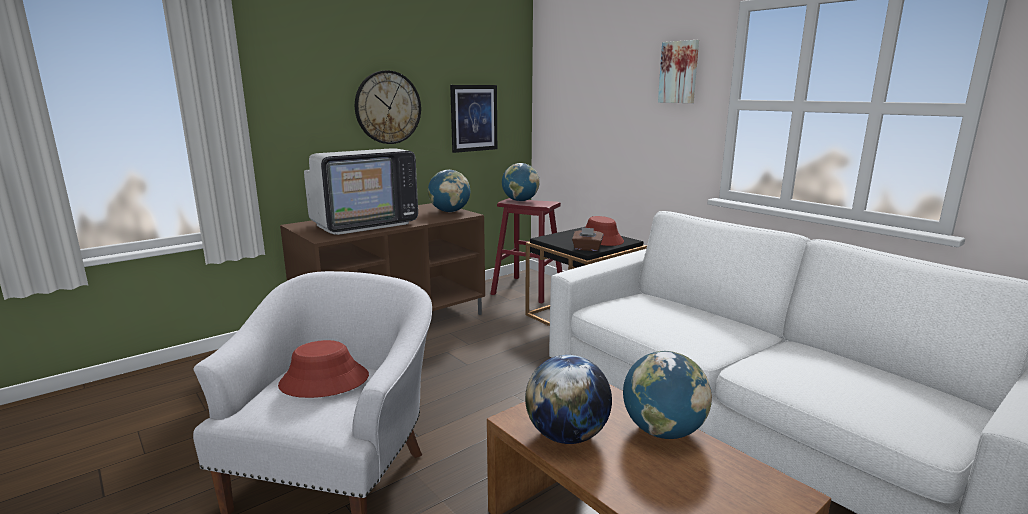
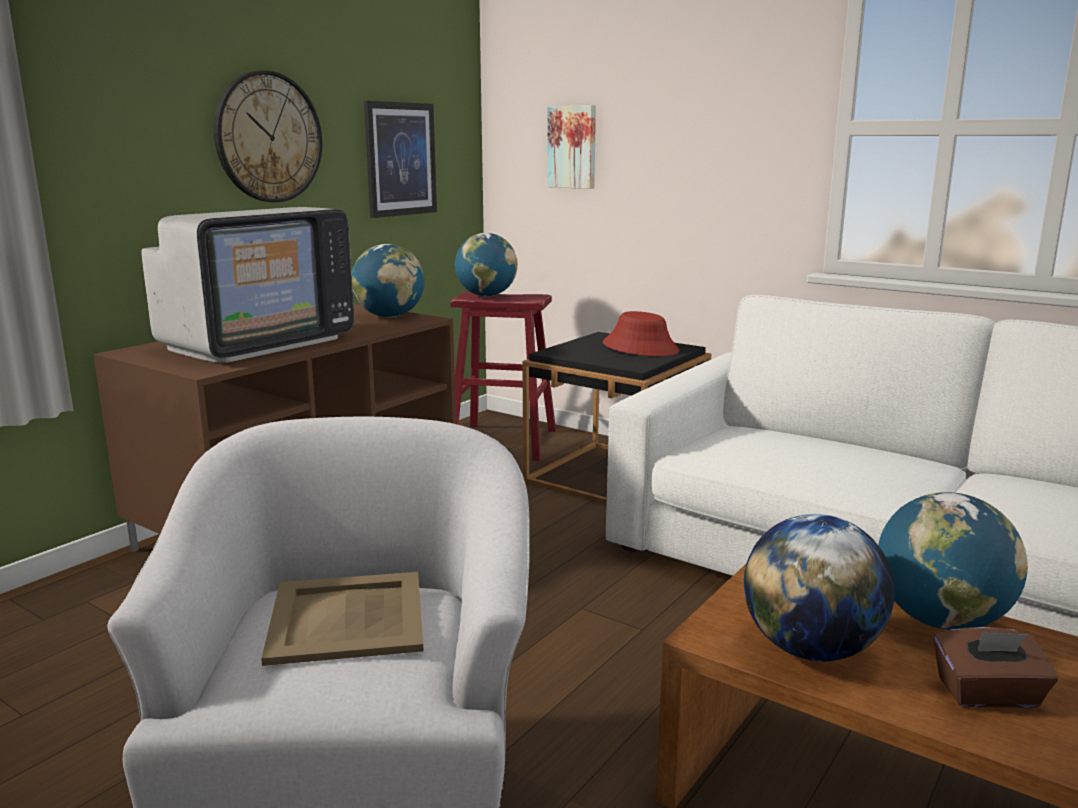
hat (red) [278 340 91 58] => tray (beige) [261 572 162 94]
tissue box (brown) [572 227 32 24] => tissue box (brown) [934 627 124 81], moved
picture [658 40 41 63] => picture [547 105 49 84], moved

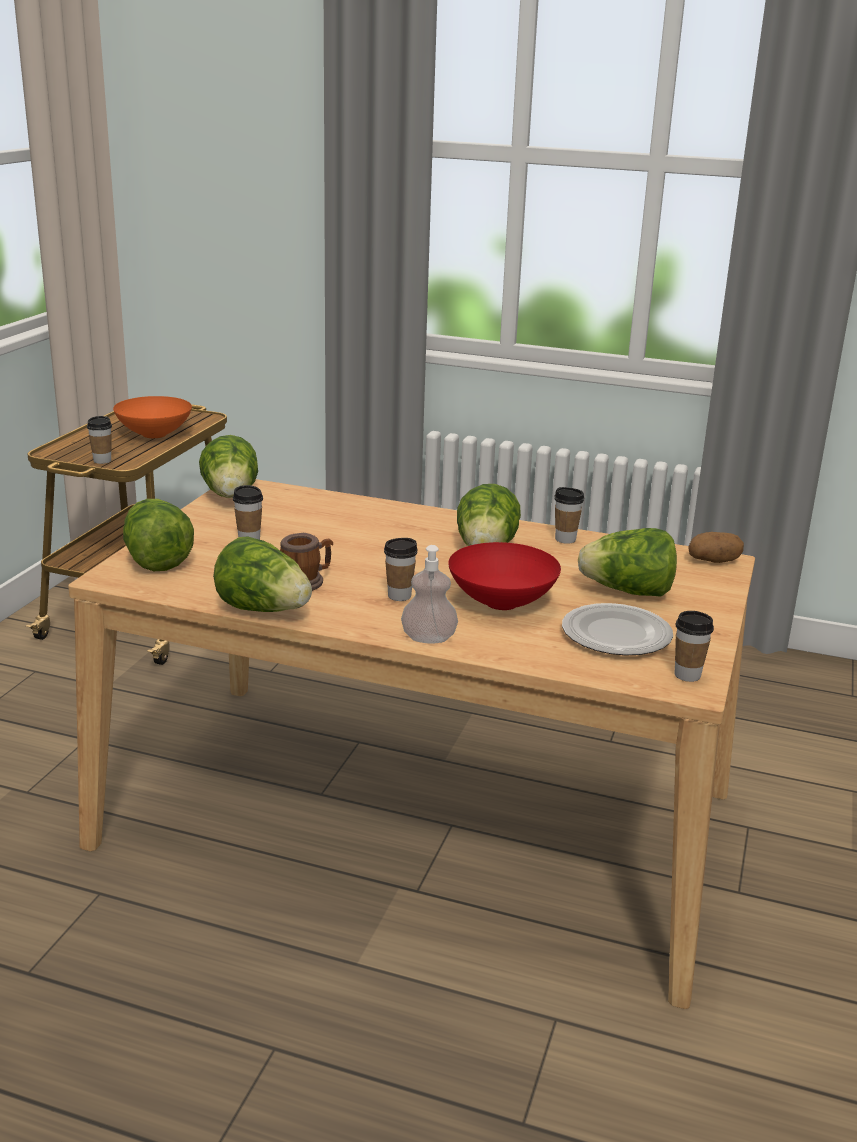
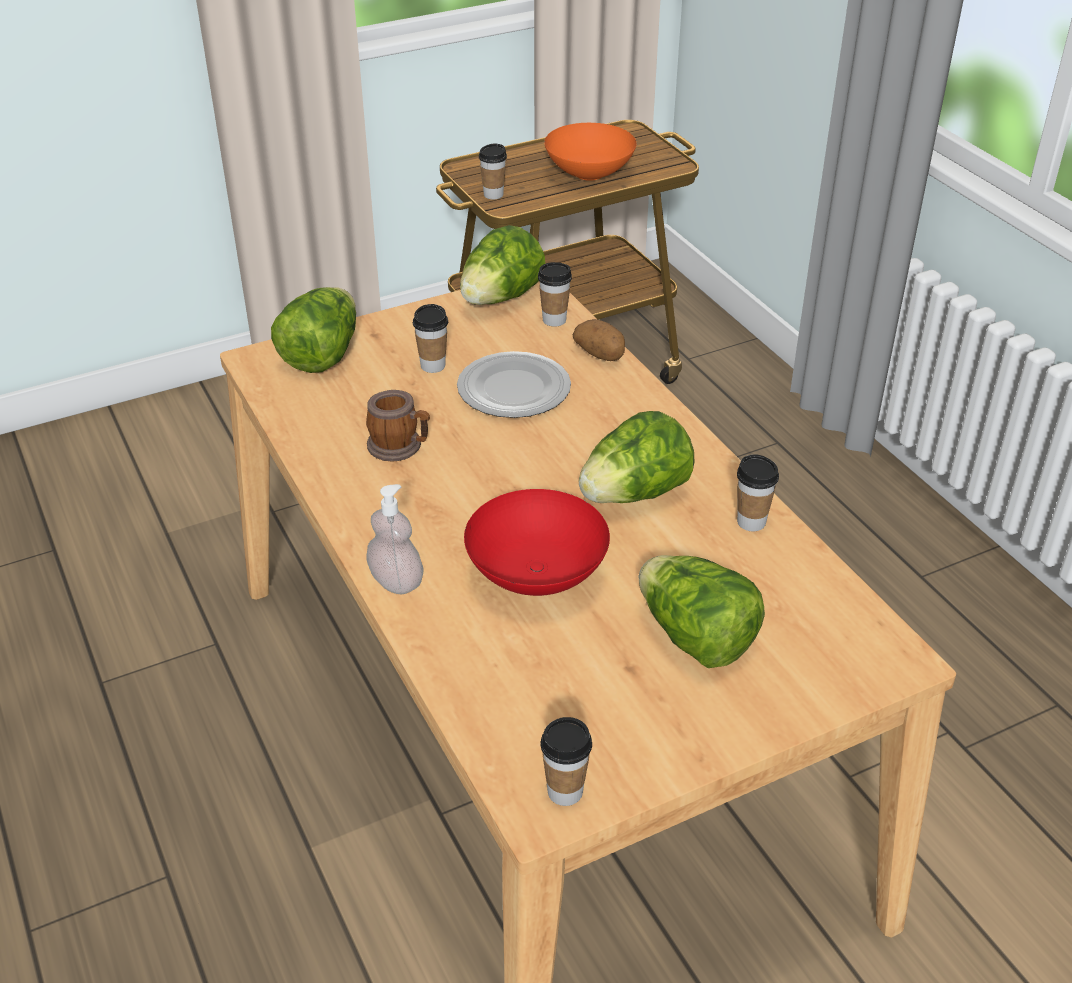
lettuce [213 536 99 76] => nothing
cup [384 538 34 63] => cup [538 262 34 65], moved
plate [562 603 111 52] => plate [457 351 114 67], moved
potato [689 532 55 31] => potato [573 319 52 42], moved

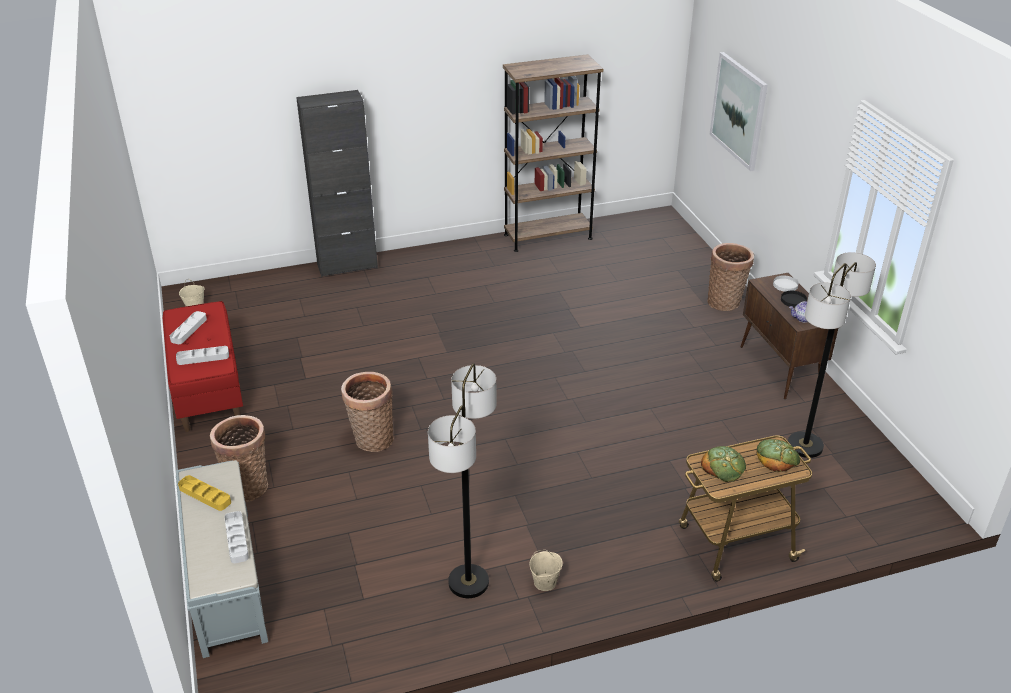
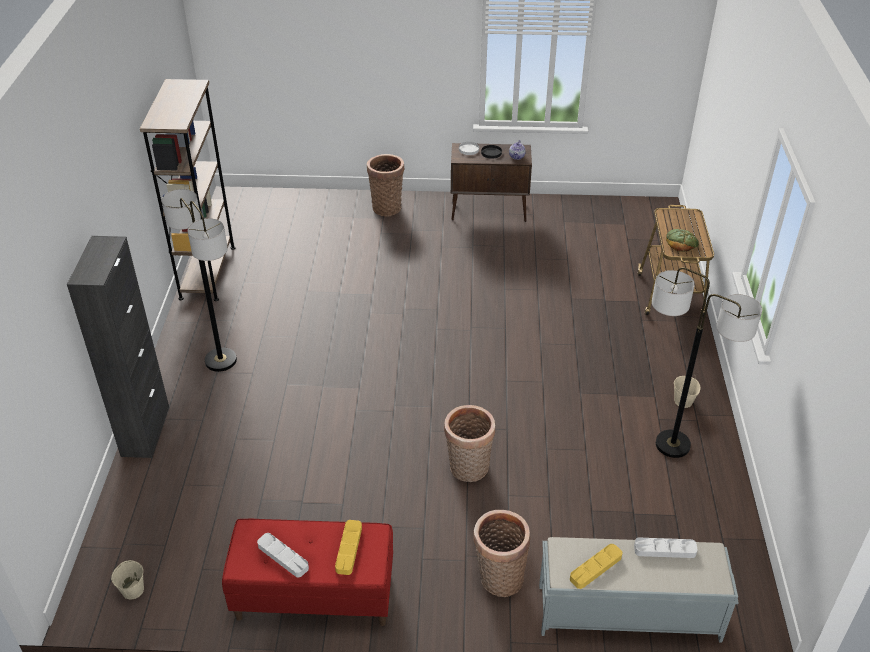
tray (grey) [176 346 53 19] => tray (yellow) [335 520 27 55]
picture [709 52 59 119] => nothing
bread [757 439 43 33] => nothing
floor lamp [788 252 88 206] => floor lamp [162 189 75 183], moved

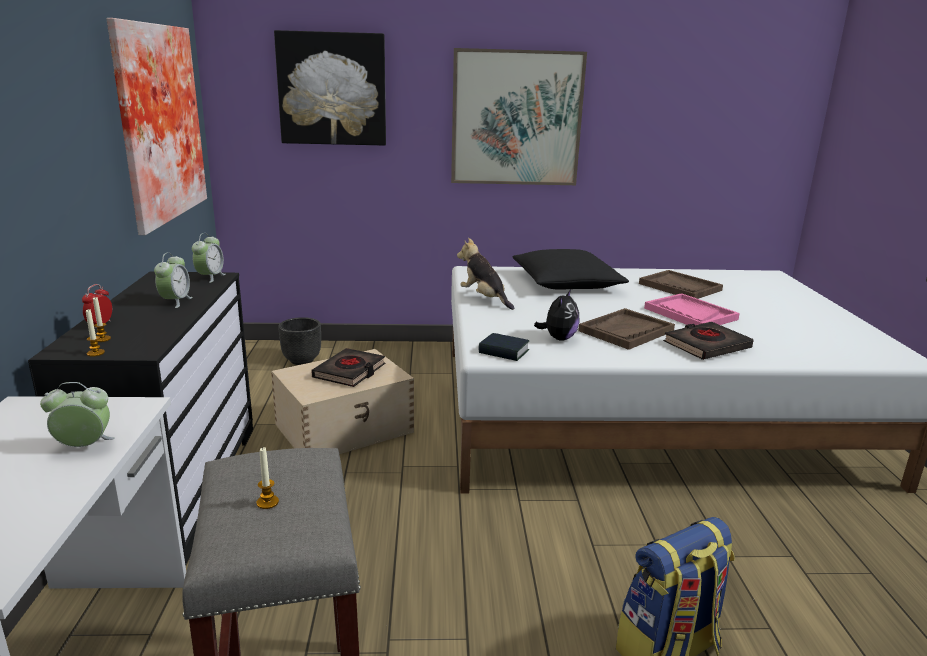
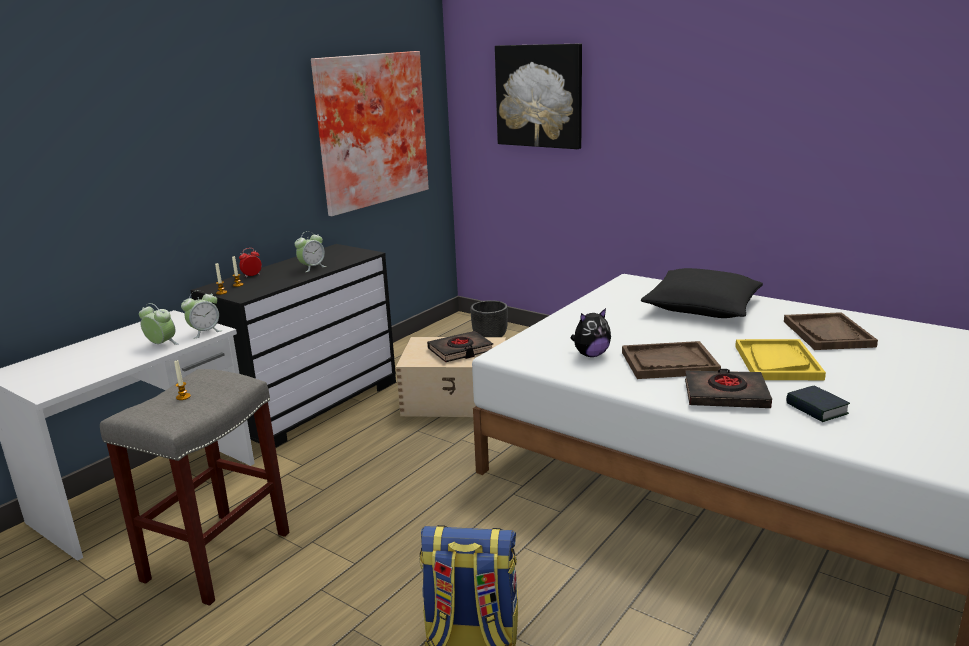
alarm clock [192 233 34 50] => alarm clock [181 290 42 49], moved
picture [451 48 136 137] => nothing
plush toy [457 238 57 72] => nothing
book [479 333 51 28] => book [786 386 64 36], moved
tray (pink) [644 293 96 33] => tray (yellow) [735 339 91 41]

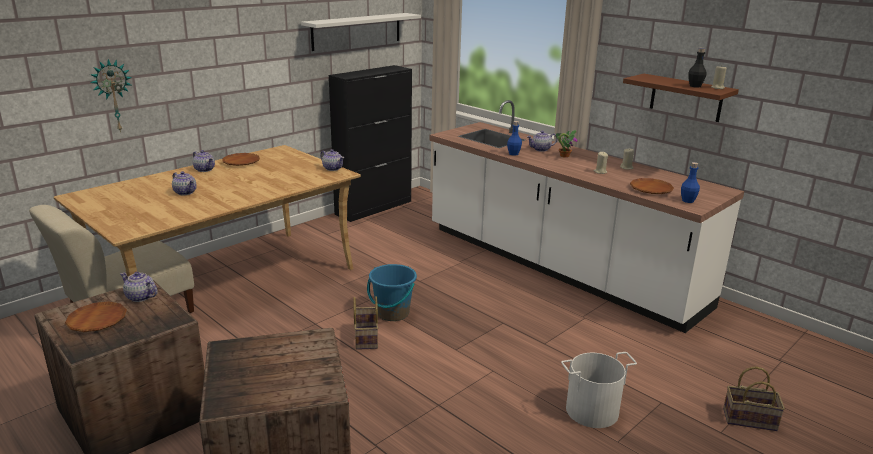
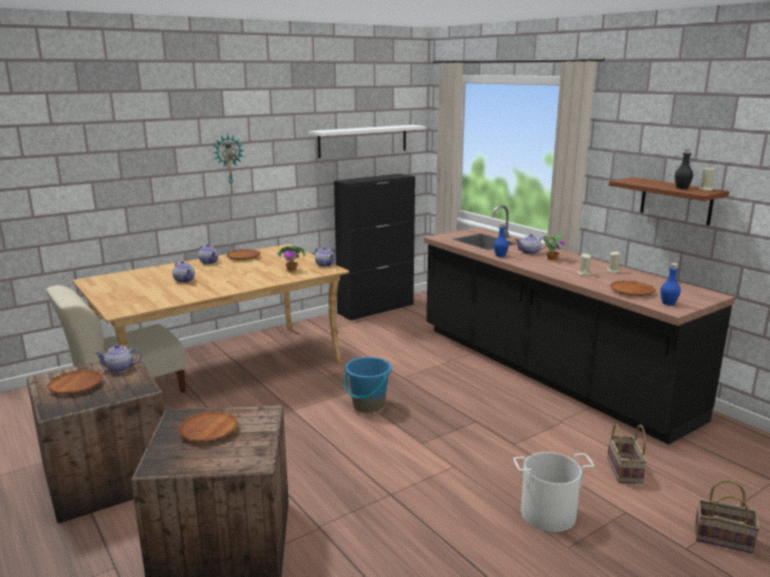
wall clock [90 59 42 74] => wall clock [212 134 32 60], moved
teapot [120 272 37 30] => teapot [94 344 48 28], 45 degrees counterclockwise
basket [353 296 25 54] => basket [607 424 40 60], moved
counter (white) [429 100 315 233] => counter (black) [424 205 311 240]
nothing => plate (brown) [178 411 61 32]
nothing => potted plant [277 246 29 25]

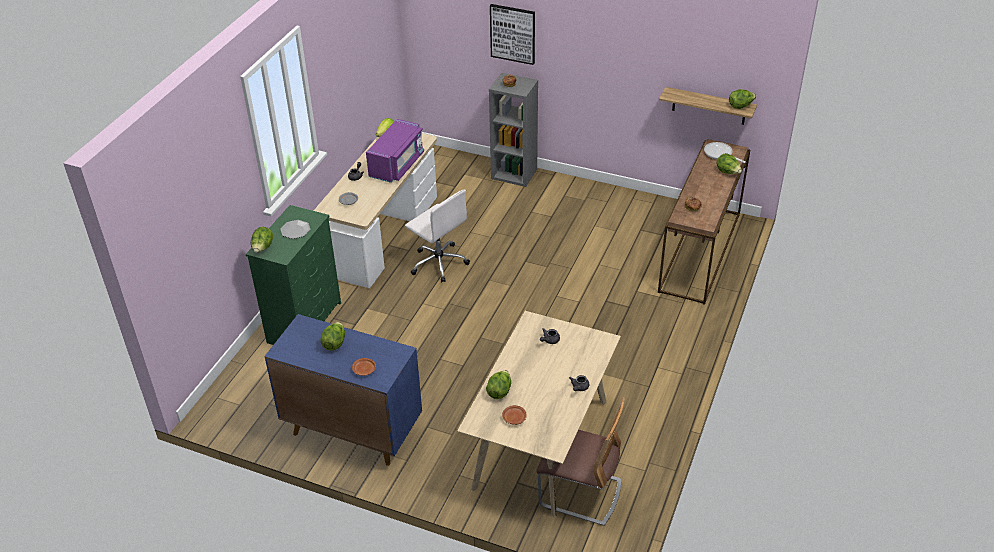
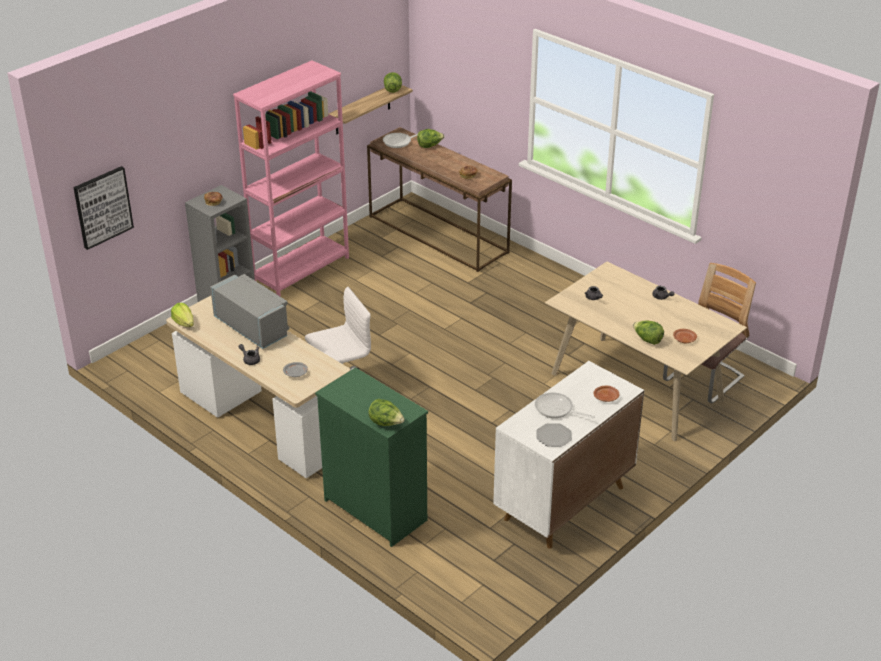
cabinet (blue) [264 314 158 152] => cabinet (white) [493 361 151 188]
plate [280 220 30 19] => plate [536 423 36 24], moved
lettuce [320 322 25 28] => frying pan [535 392 60 27]
microwave (purple) [366 119 58 64] => microwave (grey) [210 274 80 75]
picture [490 4 45 61] => picture [73 166 61 84], moved
nothing => bookcase (pink) [233 60 116 236]

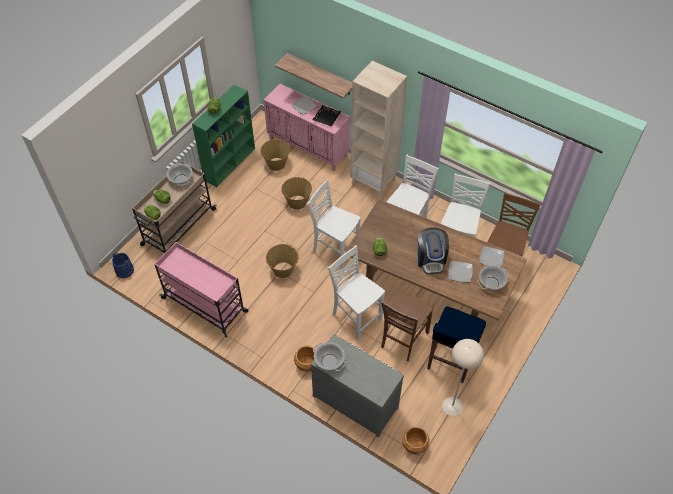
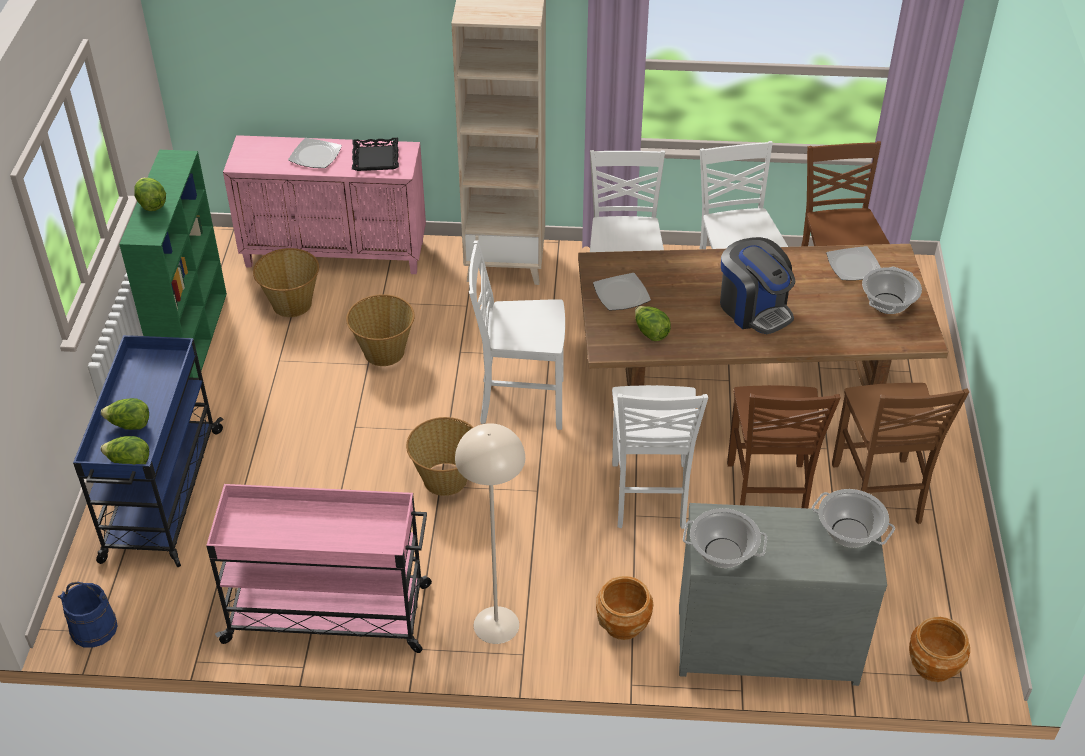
cart (beige) [132 161 84 92] => cart (blue) [73 335 150 232]
cooking pot [167 163 25 23] => cooking pot [812 489 83 59], moved
shelf [275 53 77 46] => nothing
chair (white) [328 245 57 95] => chair (white) [612 385 96 144], 105 degrees counterclockwise
stool (blue) [427 306 59 77] => chair (brown) [832 383 137 141]
floor lamp (beige) [442 339 42 77] => floor lamp (beige) [455 423 70 221], moved
plate [448 261 25 21] => plate [593 273 58 38], moved

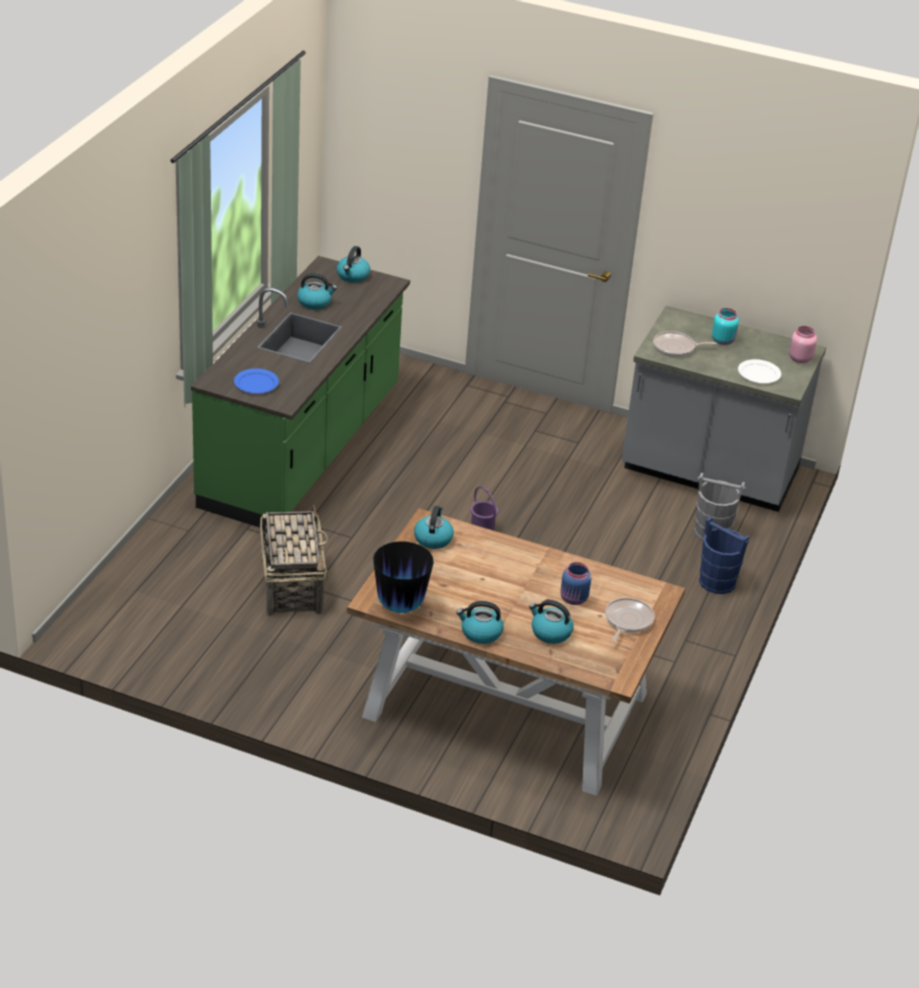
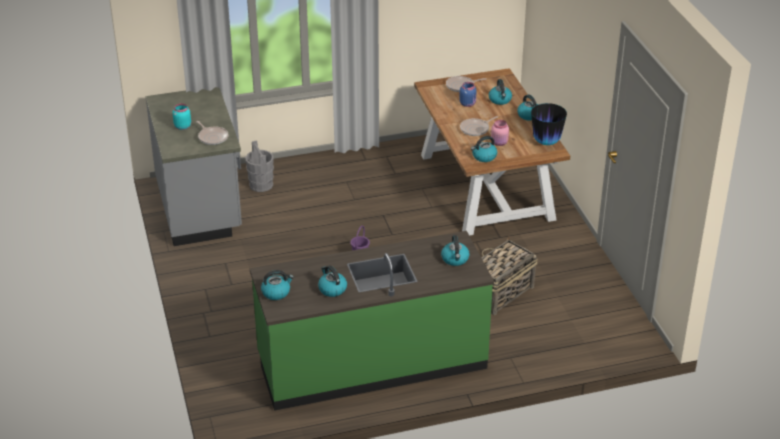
plate (blue) [234 368 45 25] => kettle [441 235 28 31]
bucket (blue) [699 517 51 77] => nothing
plate (white) [738 359 43 24] => nothing
jar (pink) [789 326 28 37] => jar (pink) [491 120 18 26], moved
nothing => frying pan [460 116 38 20]

